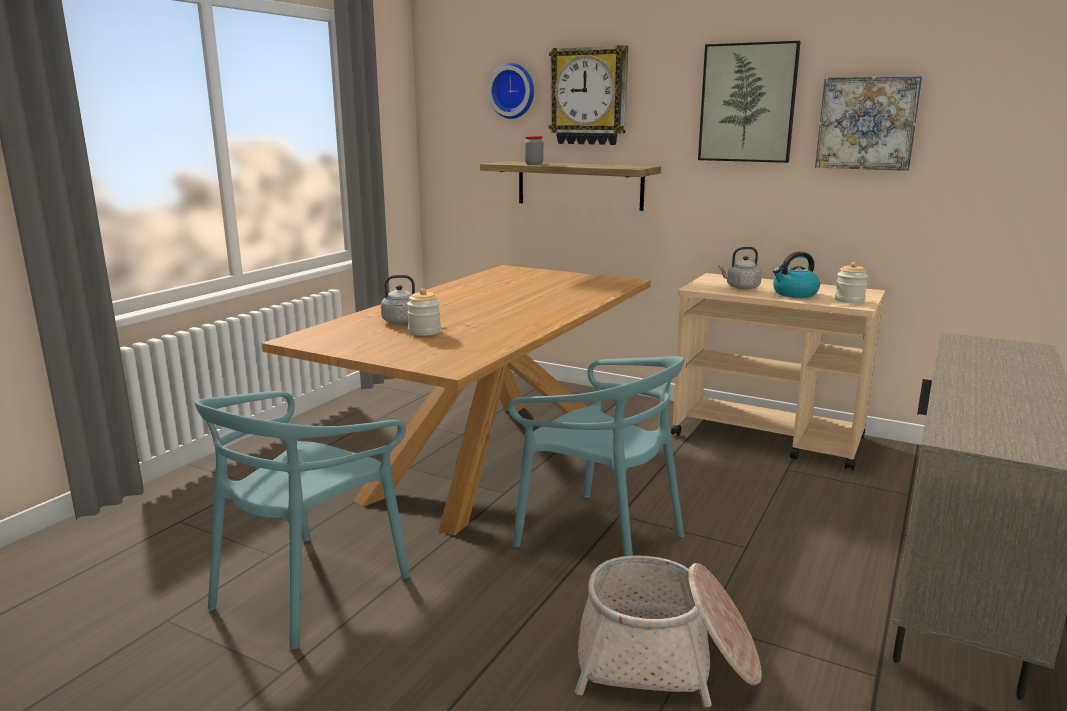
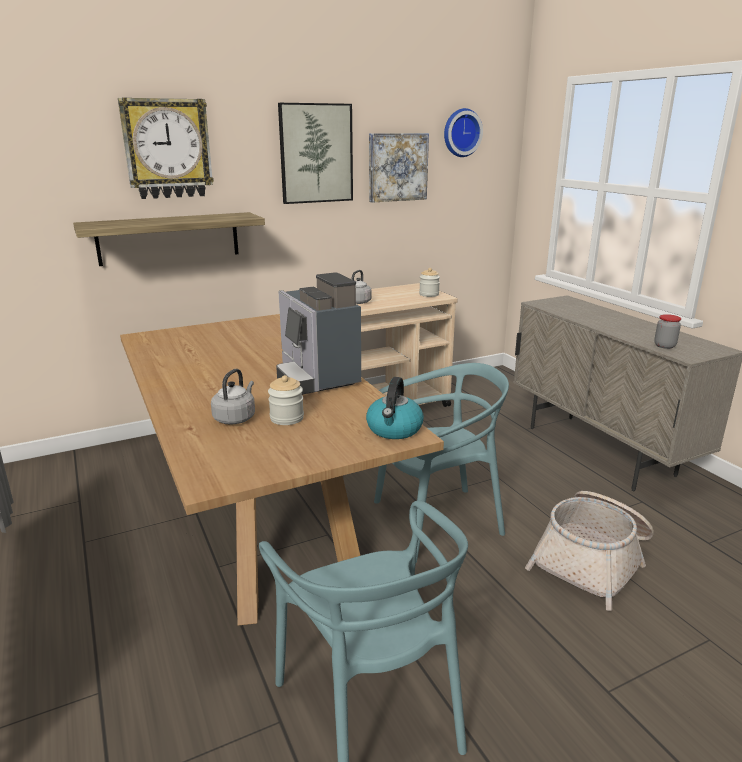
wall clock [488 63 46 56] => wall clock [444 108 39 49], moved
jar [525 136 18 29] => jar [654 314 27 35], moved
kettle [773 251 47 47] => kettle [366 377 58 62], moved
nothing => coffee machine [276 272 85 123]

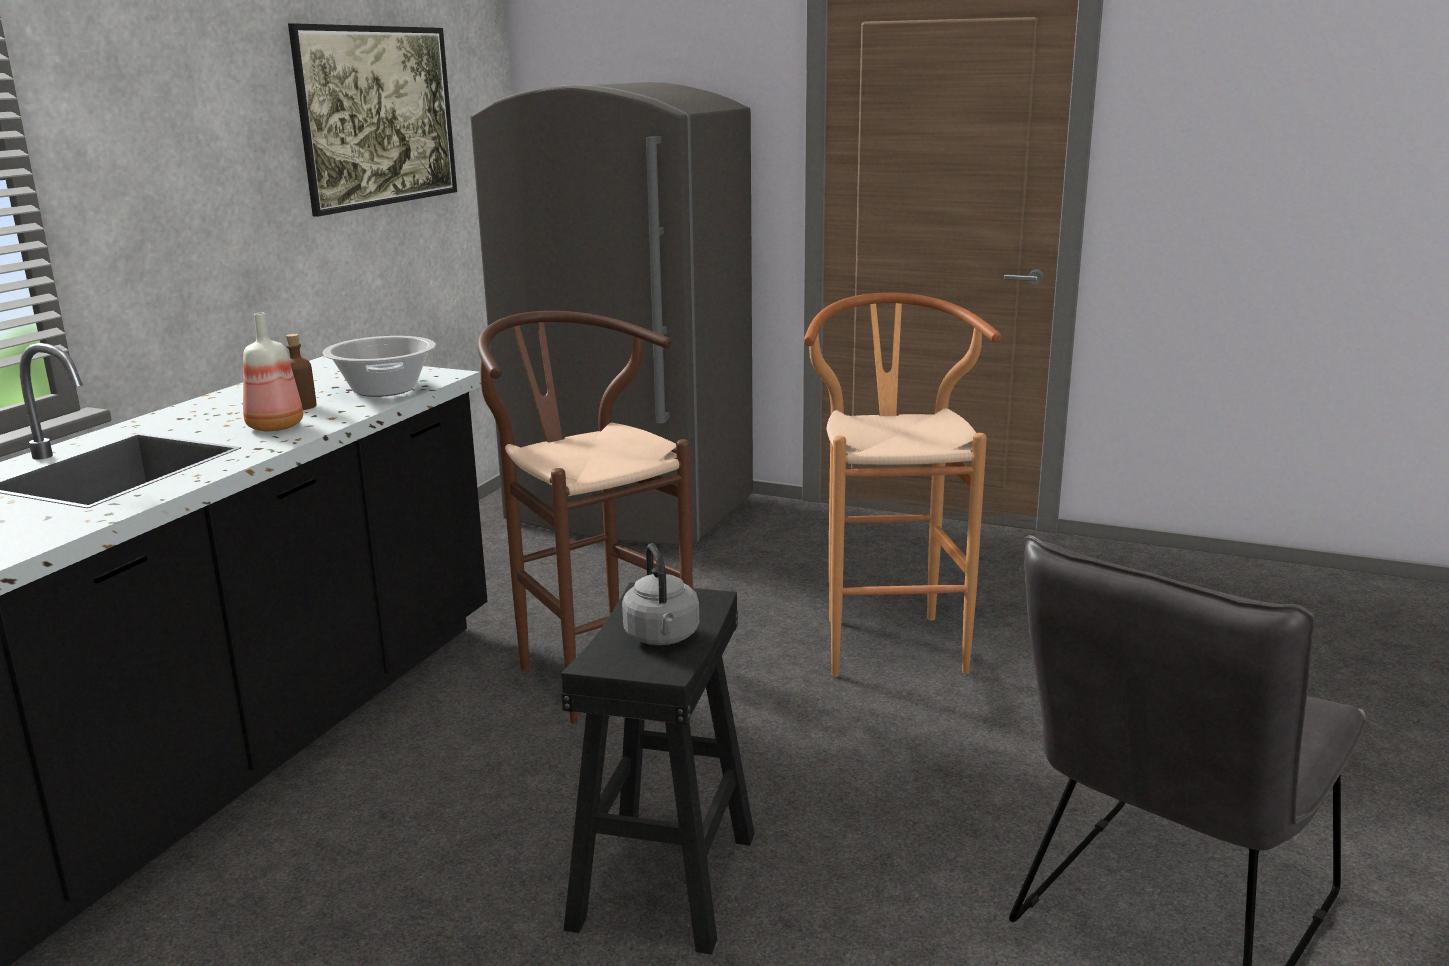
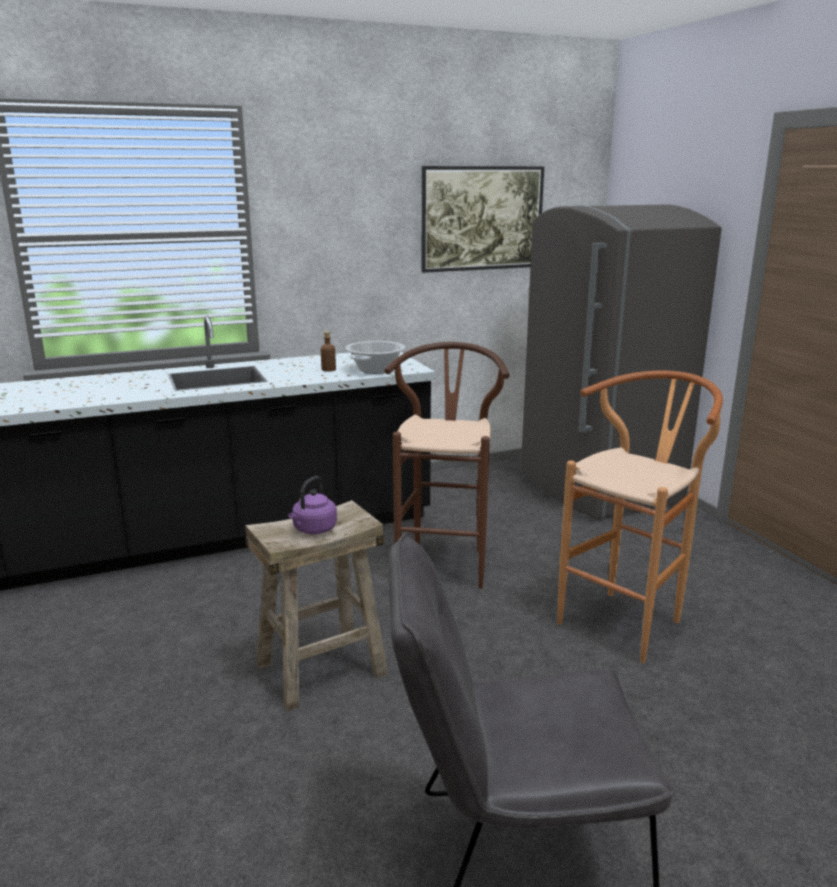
bottle [243 313 60 118] => nothing
stool (black) [561 582 194 373] => stool (beige) [245 500 143 212]
kettle (grey) [622 544 77 101] => kettle (purple) [288 476 49 58]

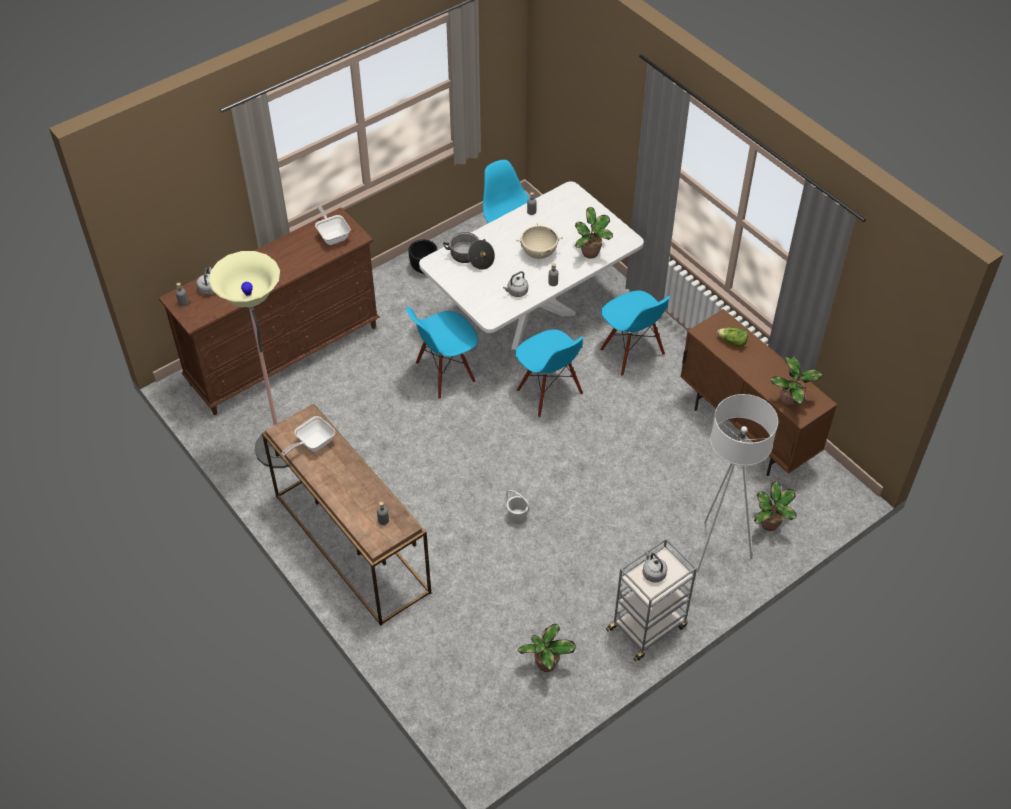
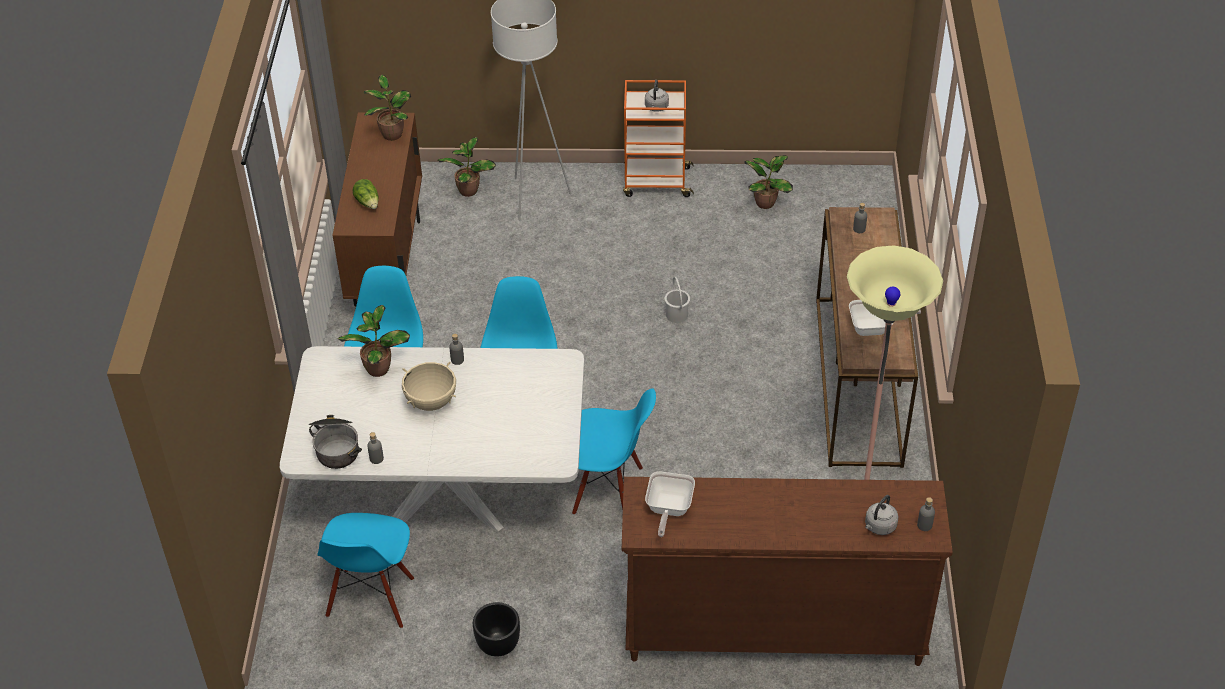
cooking pot [443 232 52 38] => cooking pot [308 415 54 54], moved
kettle (grey) [503 271 25 26] => nothing
cart (grey) [606 538 91 123] => cart (orange) [623 80 71 117]

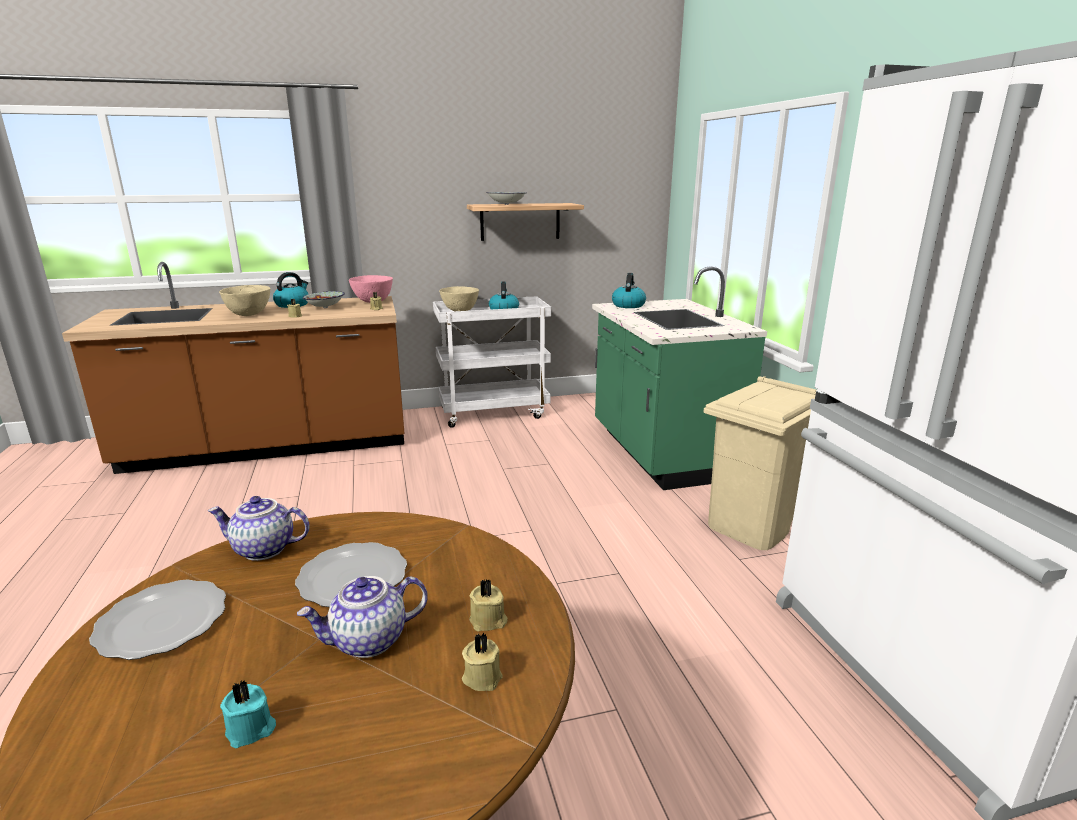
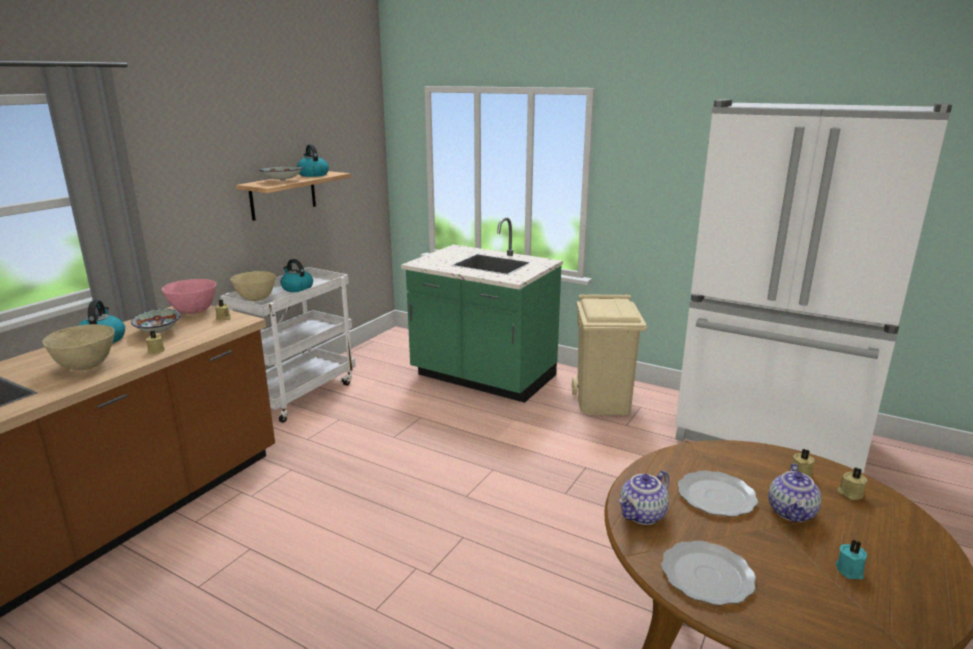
kettle [612 273 34 35] => kettle [297 144 32 33], moved

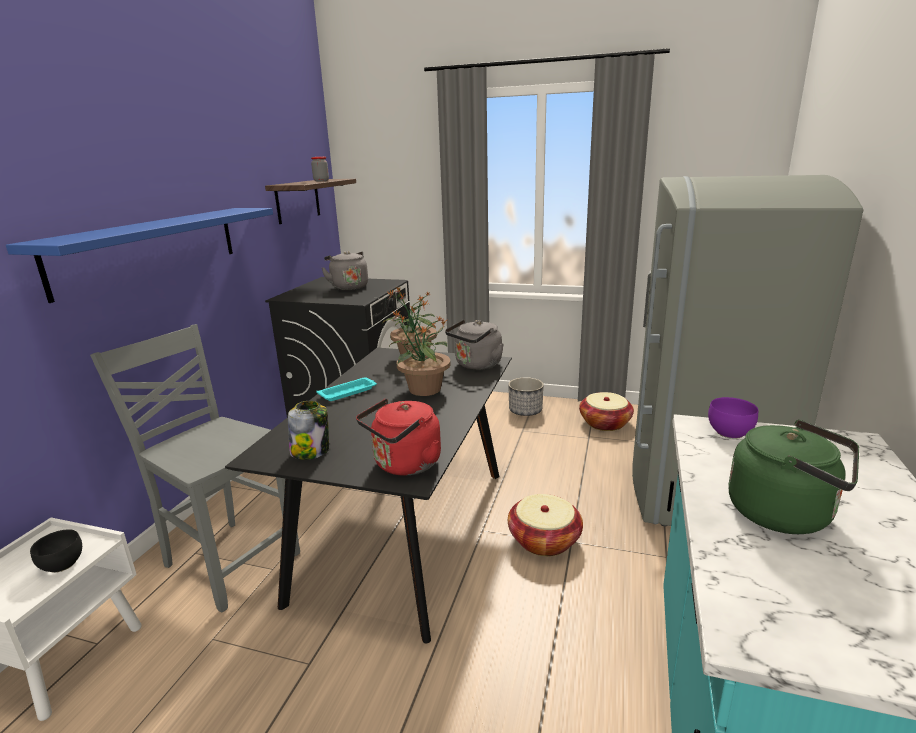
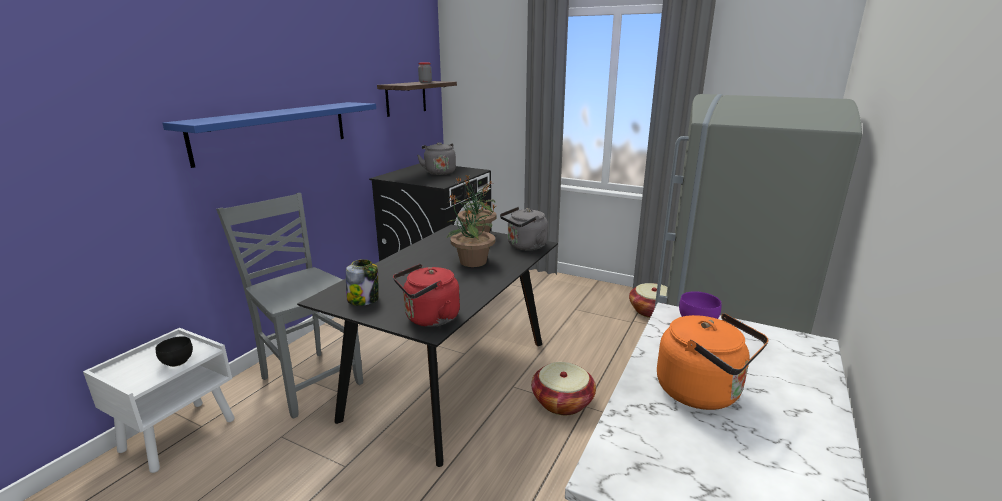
tray (turquoise) [316 377 61 24] => nothing
planter [508 377 36 39] => nothing
kettle (green) [728 420 131 114] => kettle (orange) [657 313 111 97]

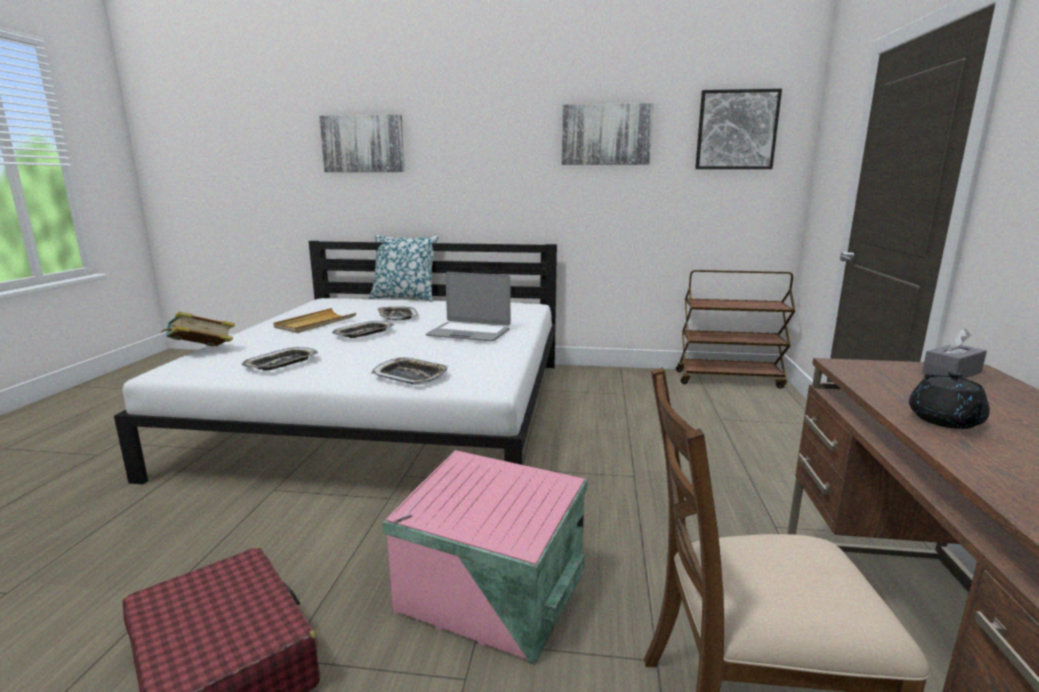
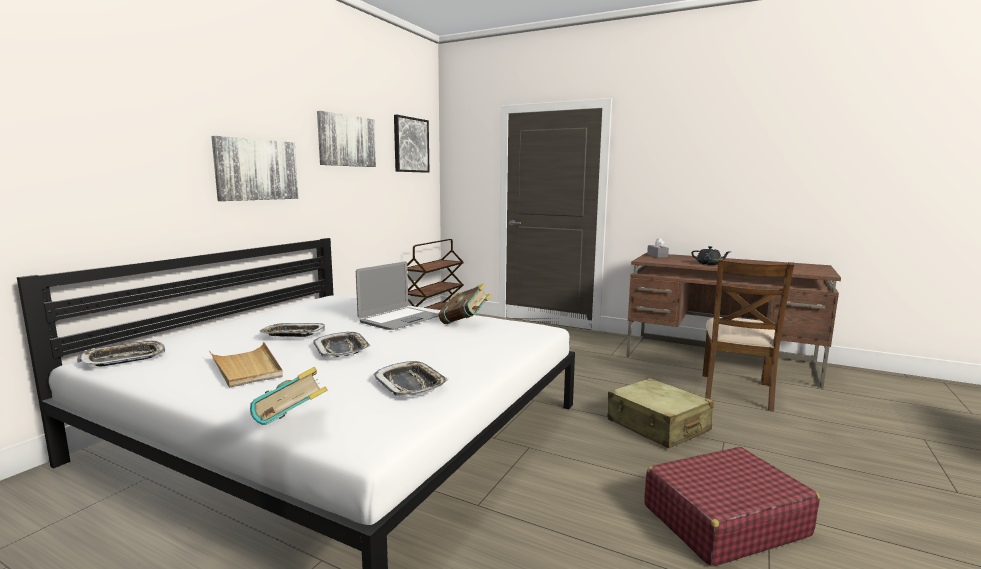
picture [319 115 86 57] => picture [211 136 87 65], moved
pillow [369 235 70 67] => nothing
tray [371 358 77 27] => tray [77 340 88 26], moved
storage box (pink) [382 450 205 215] => suitcase (beige) [608 378 106 71]
nothing => book [438 284 53 40]

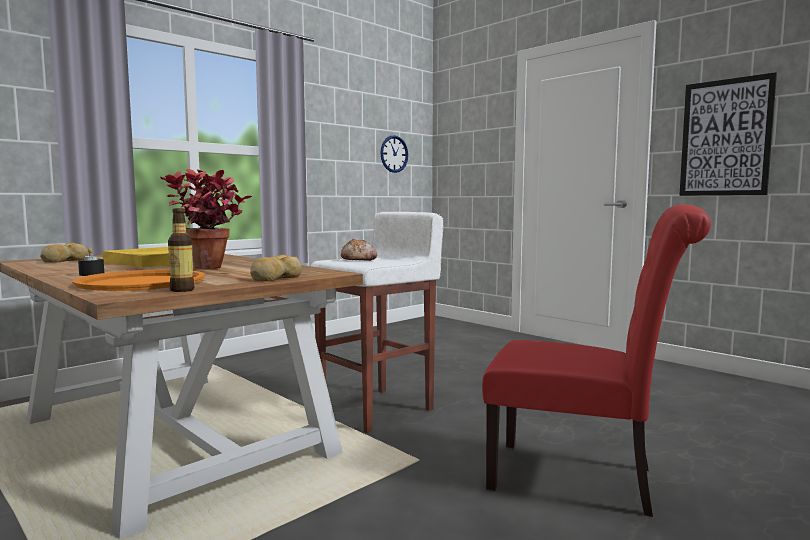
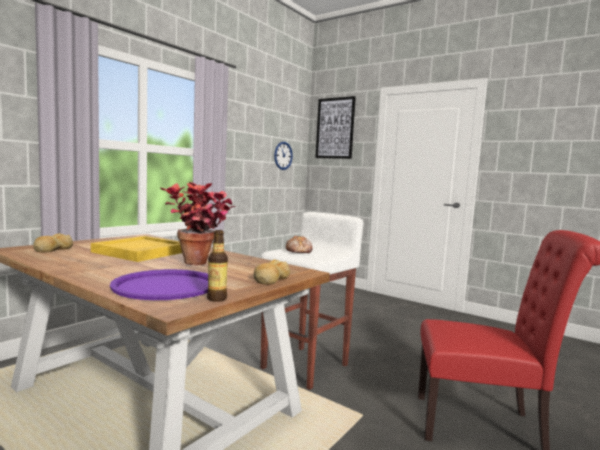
tray (orange) [72 270 133 21] => tray (purple) [110 269 98 31]
candle (black) [78 248 26 28] => nothing
picture [679 72 98 124] => picture [315 96 41 63], moved

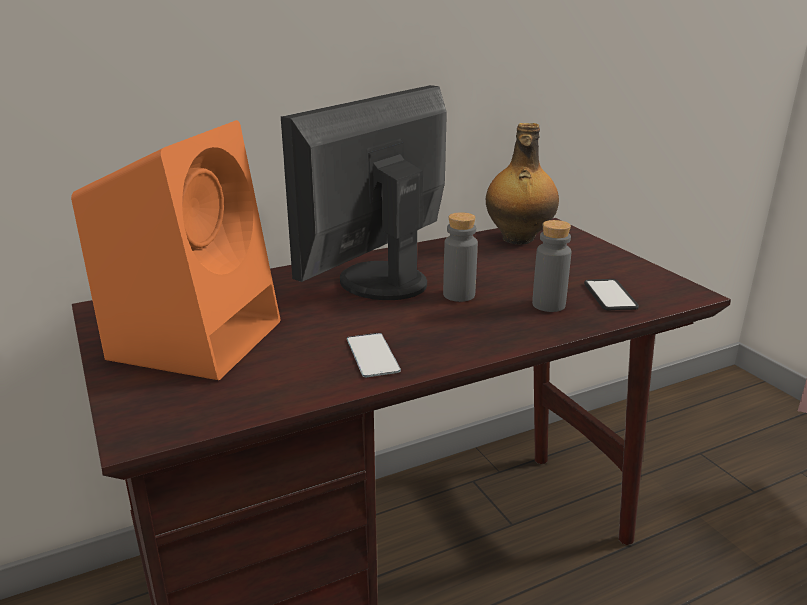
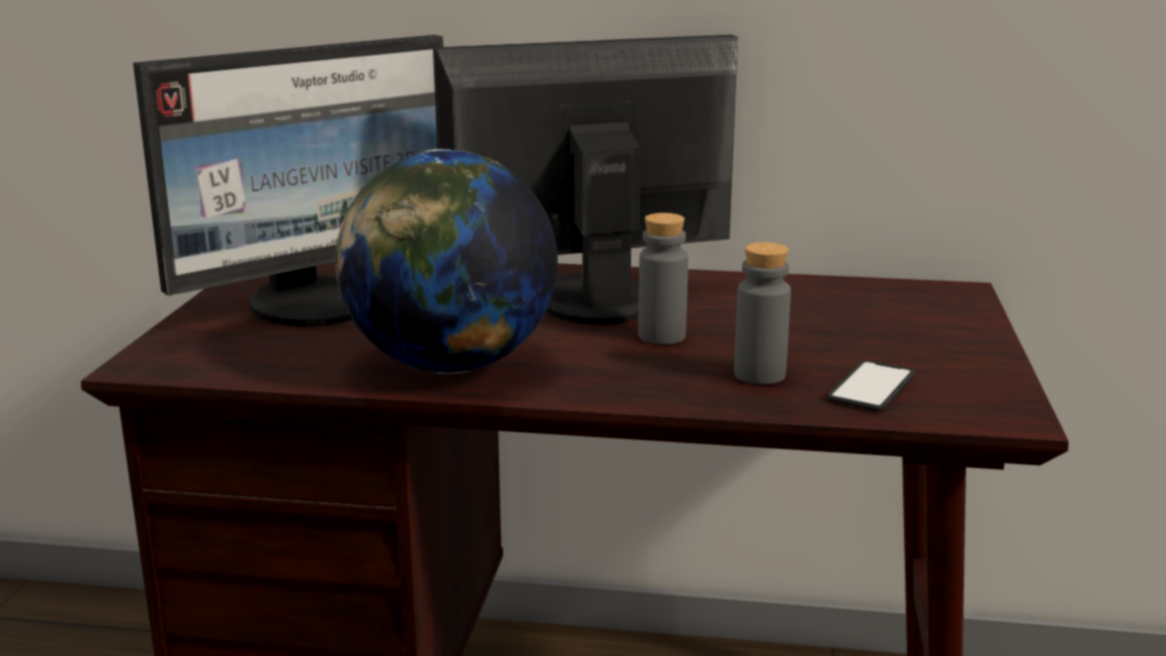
speaker (orange) [71 120 209 260] => monitor [133 35 311 291]
phone [347 333 54 44] => globe [335 149 223 225]
bottle [486 123 73 122] => nothing

